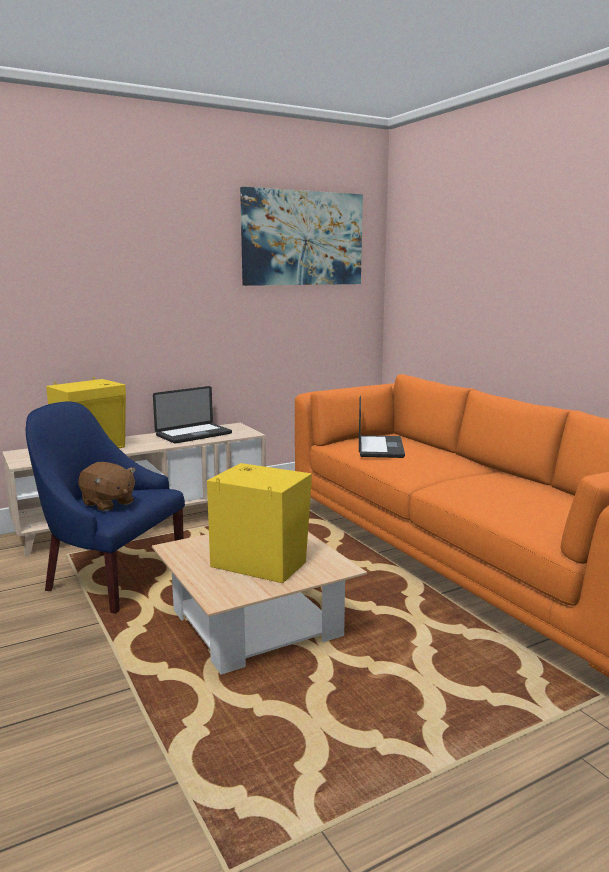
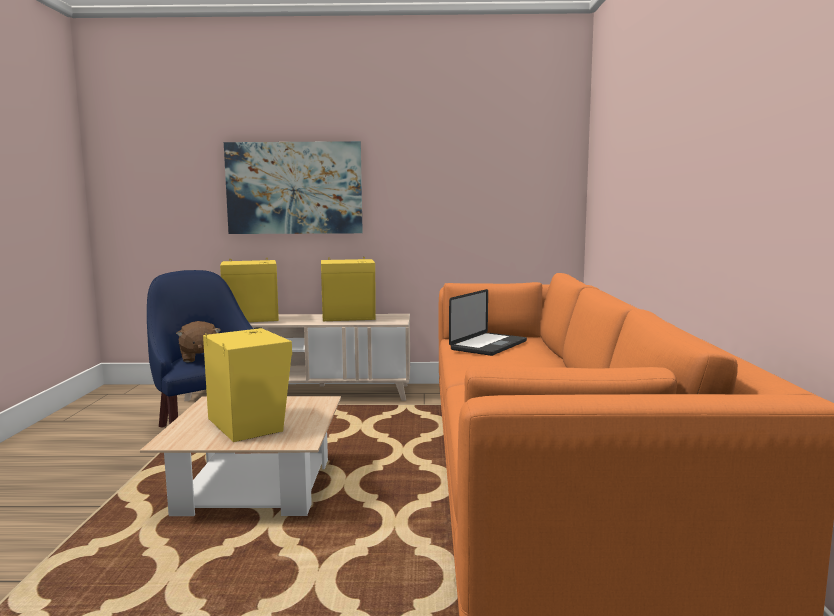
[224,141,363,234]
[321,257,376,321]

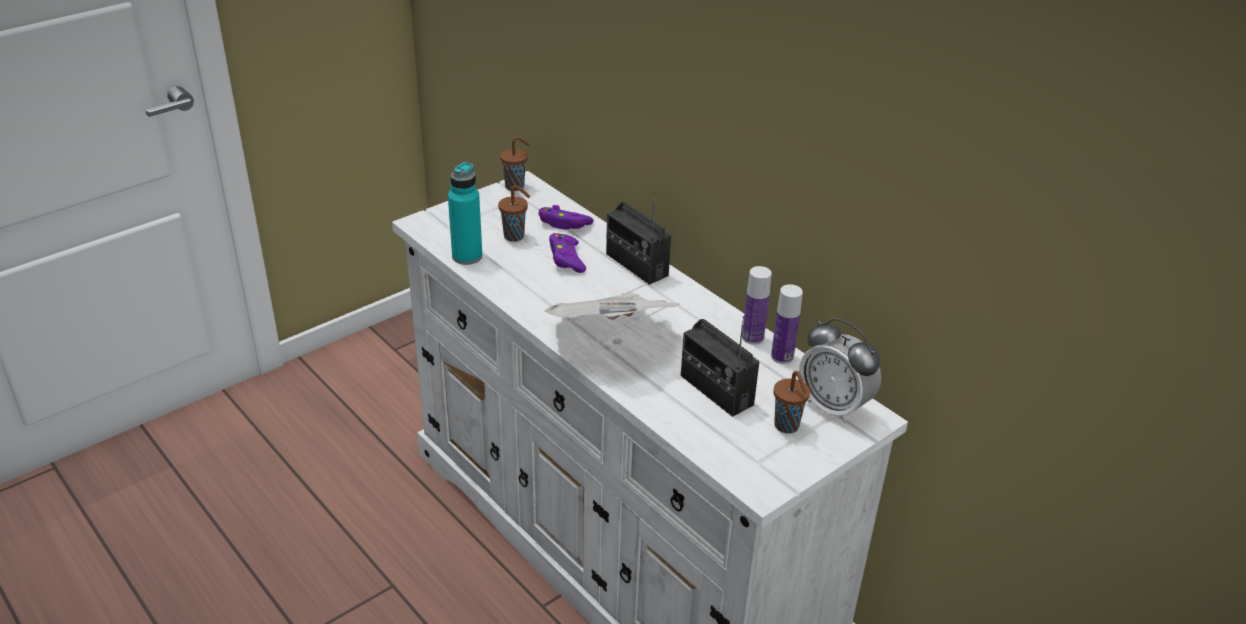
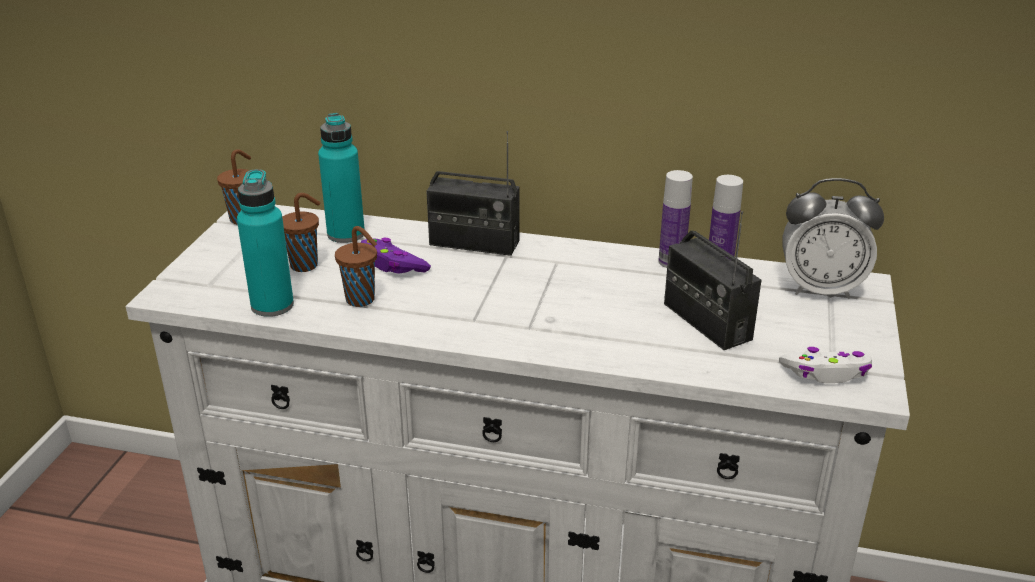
[545,293,679,320] (first image)
[779,347,872,383]
[335,226,377,307]
[318,113,365,243]
[664,211,762,350]

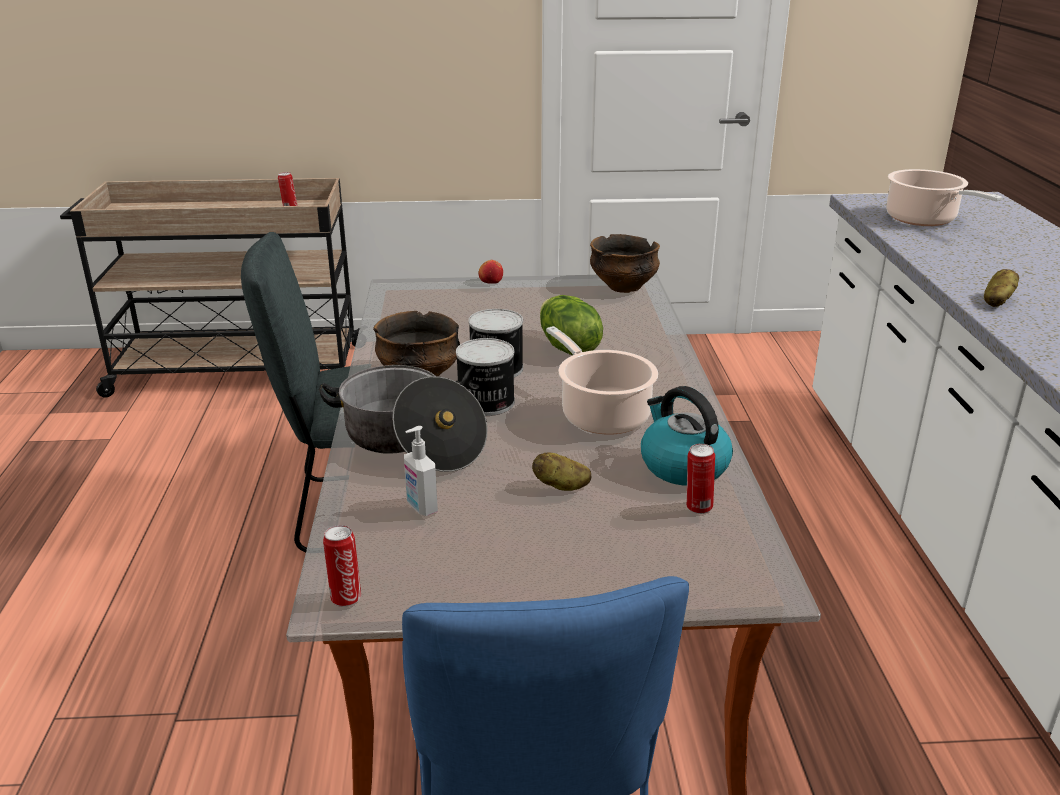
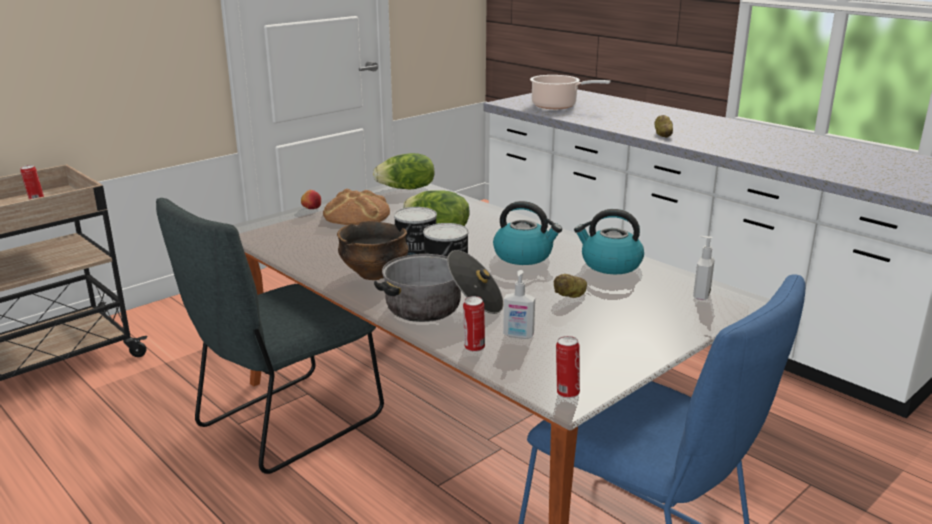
[323,189,390,225]
[693,236,715,300]
[463,296,485,352]
[493,201,562,265]
[373,153,434,190]

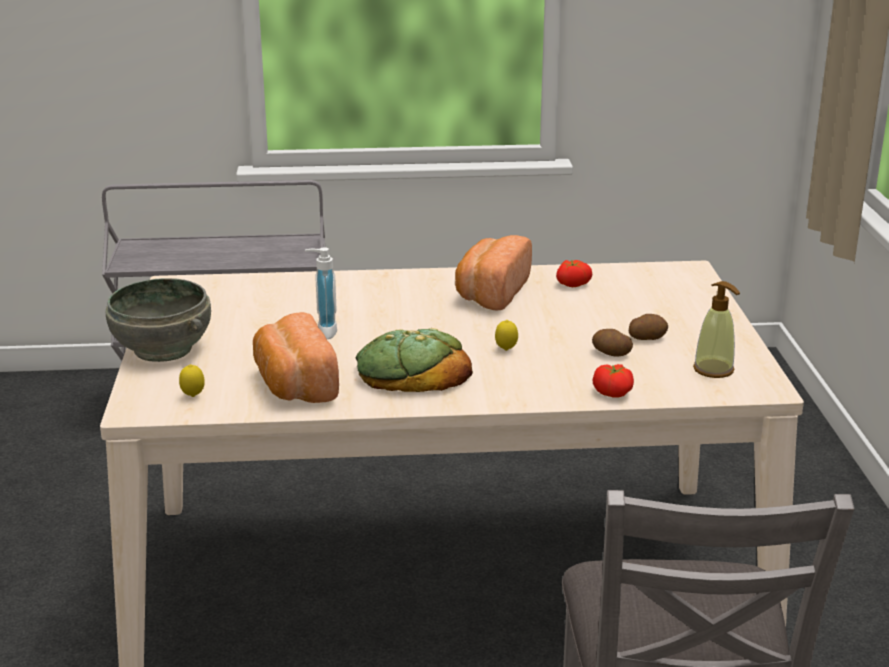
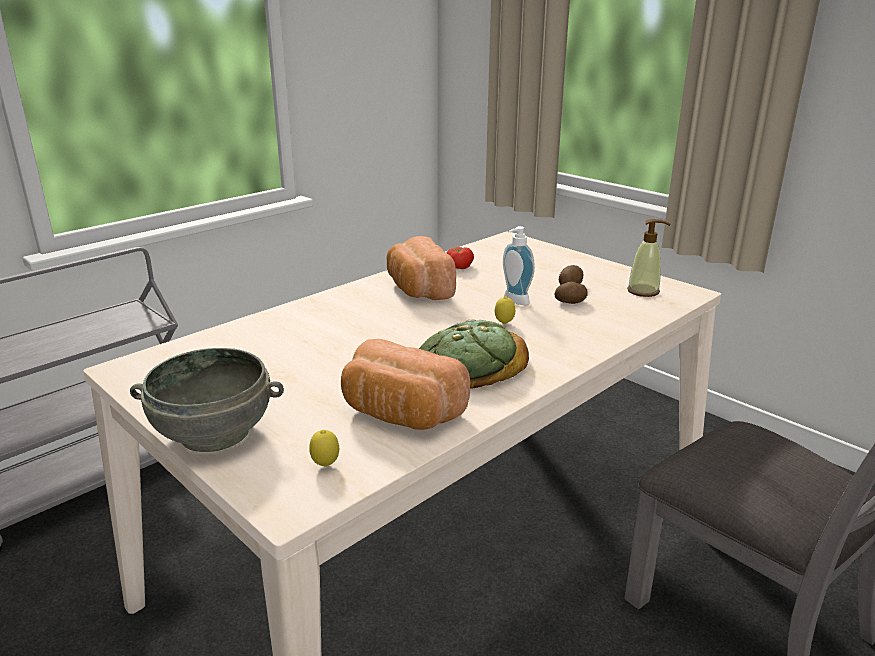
[593,364,634,398] (first image)
[503,226,535,305]

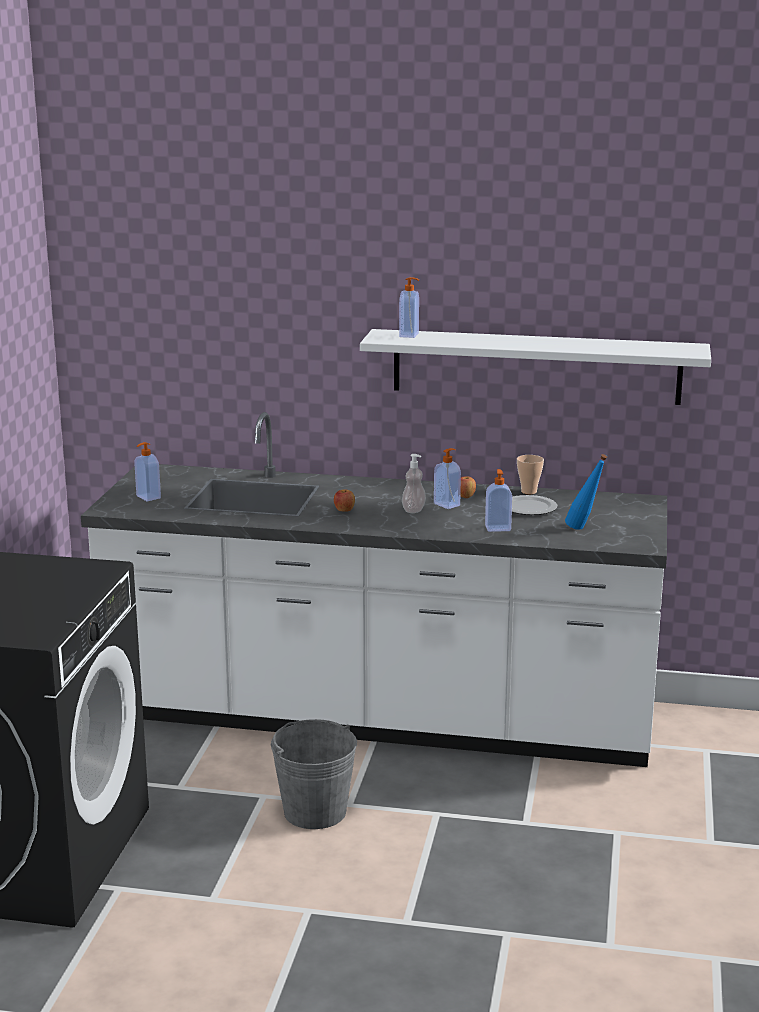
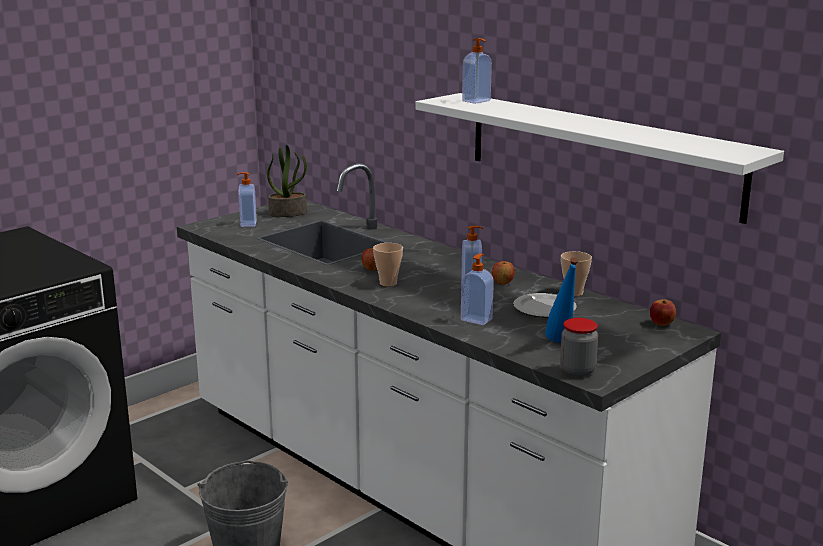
[402,454,426,513] (first image)
[267,145,307,217]
[373,243,403,287]
[560,318,598,377]
[650,299,676,326]

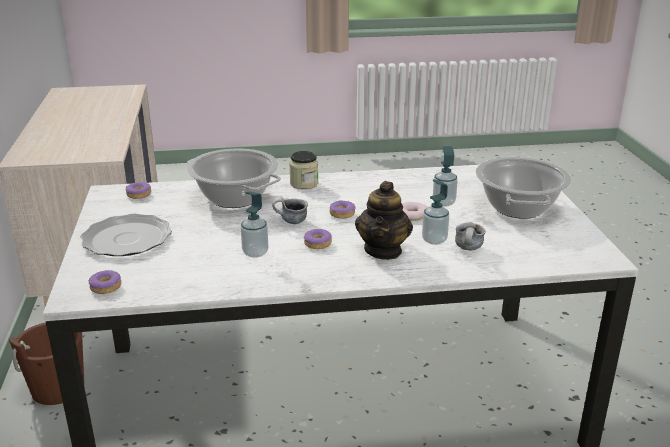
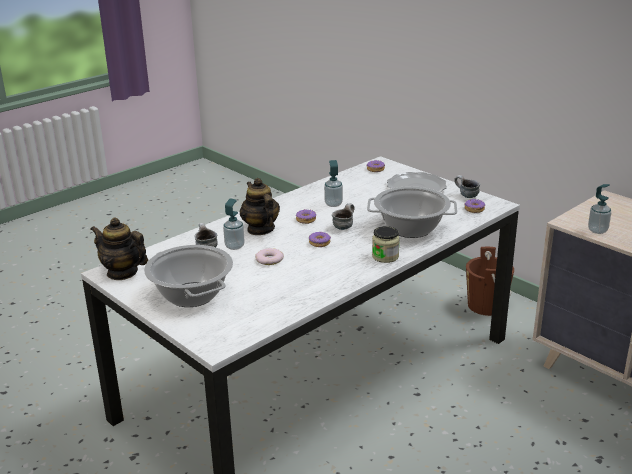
[90,217,148,280]
[454,175,480,198]
[588,184,611,234]

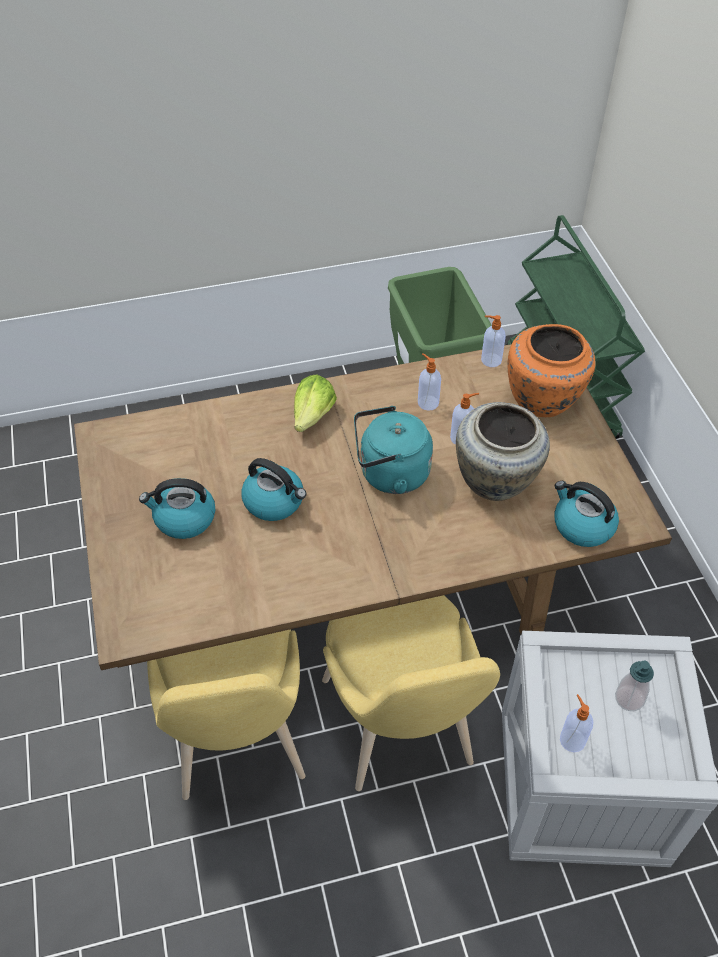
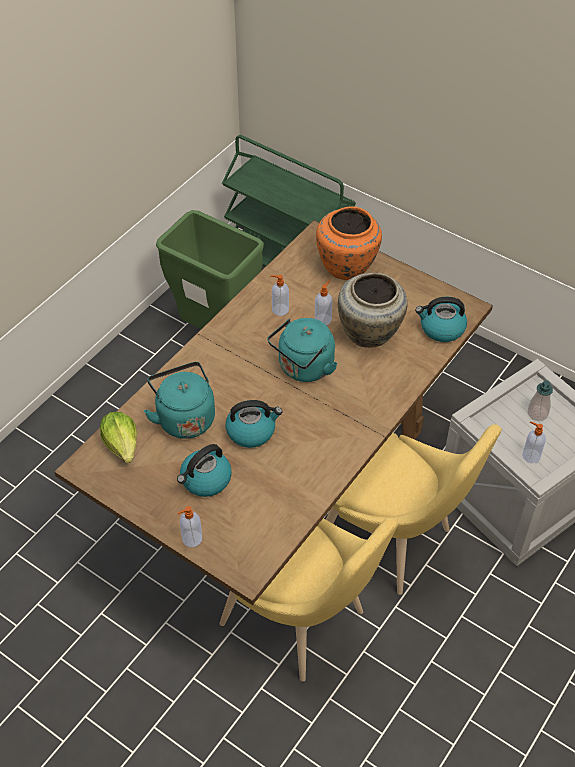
[144,362,215,439]
[100,412,137,463]
[177,506,202,547]

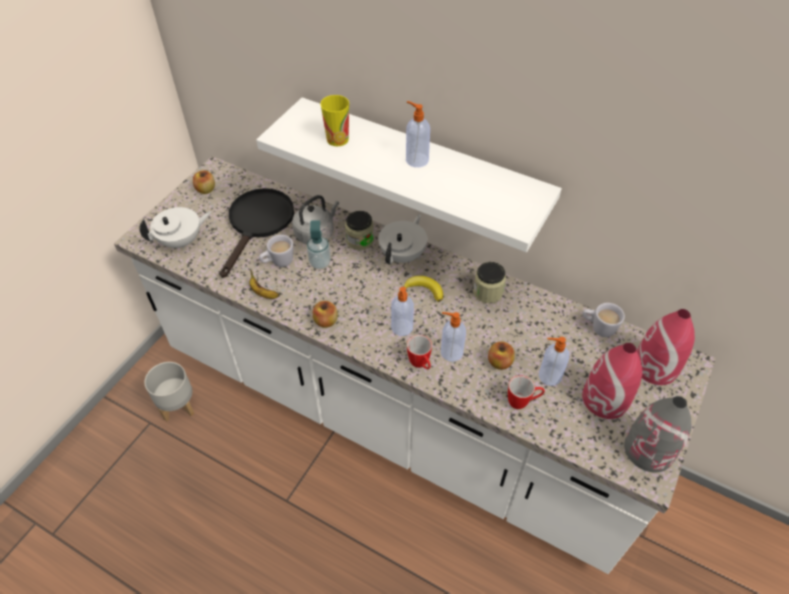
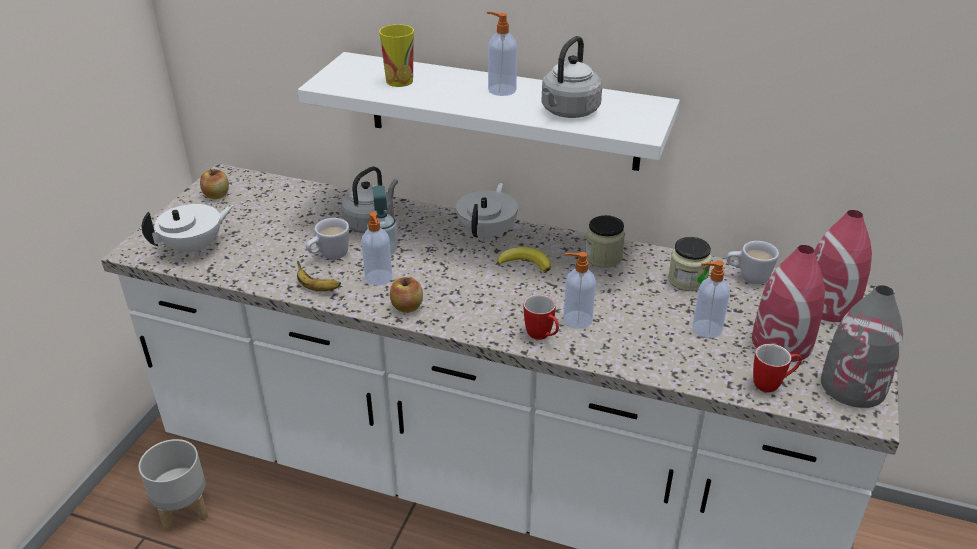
[220,188,294,278] (first image)
[488,341,515,370] (first image)
[541,36,602,118]
[668,237,712,291]
[362,212,392,286]
[753,344,802,392]

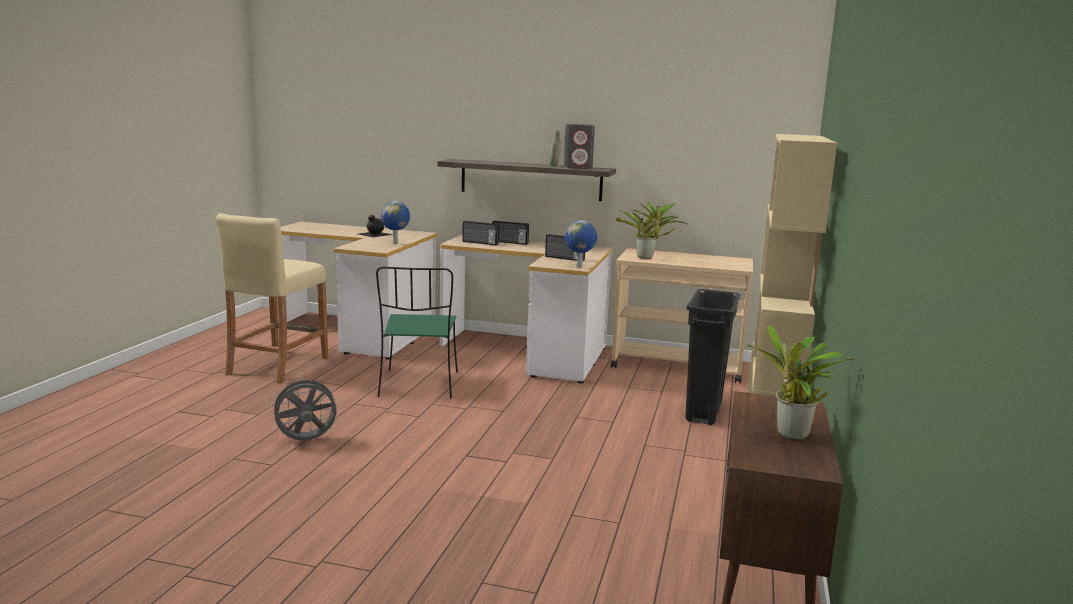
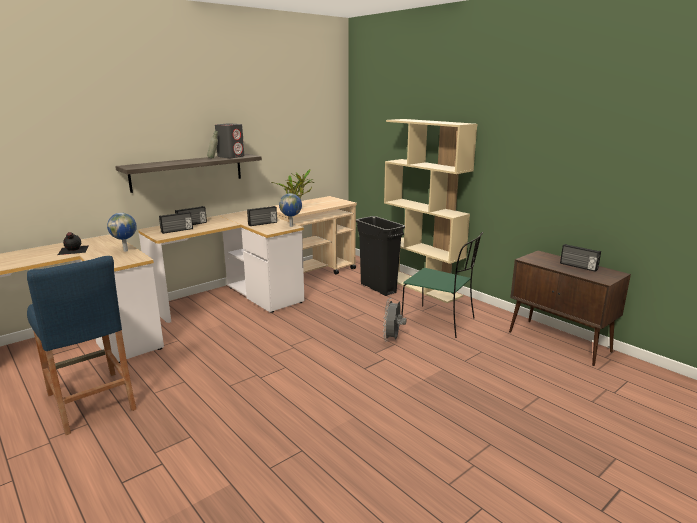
[383,298,407,340]
[401,232,483,338]
[560,244,601,272]
[27,256,136,435]

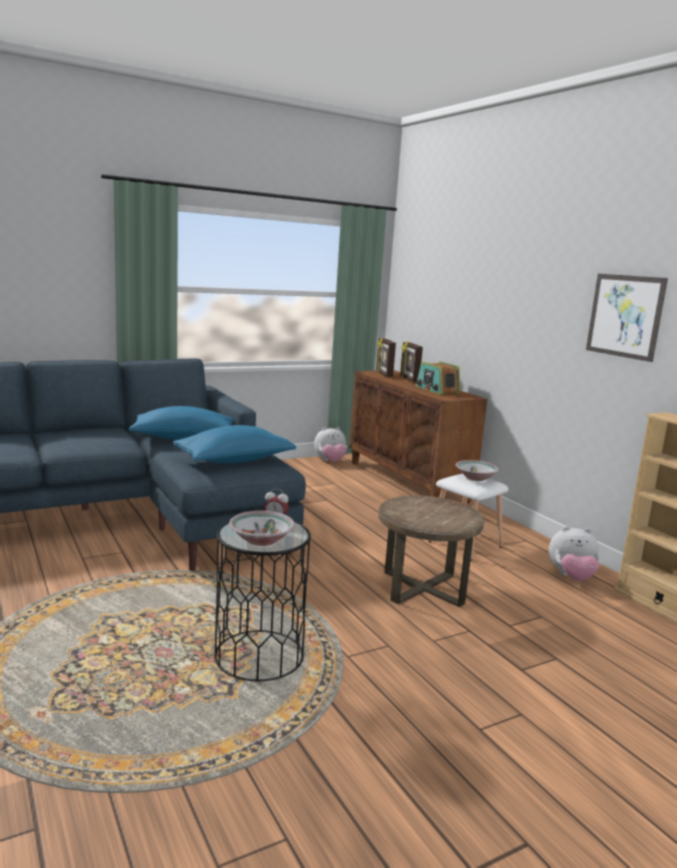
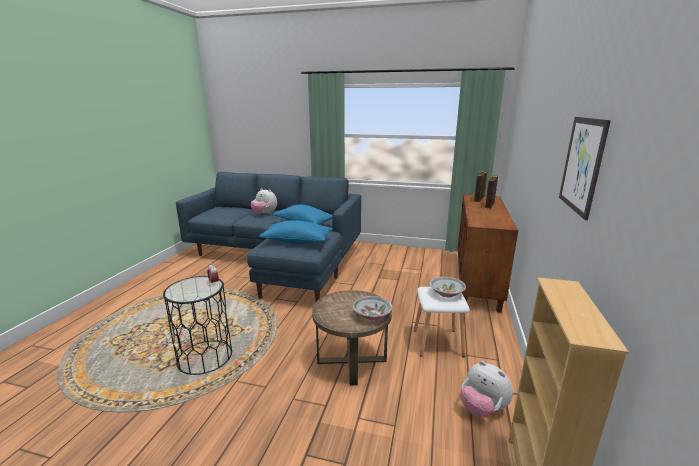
[416,361,460,395] (first image)
[353,296,392,320]
[251,188,277,214]

